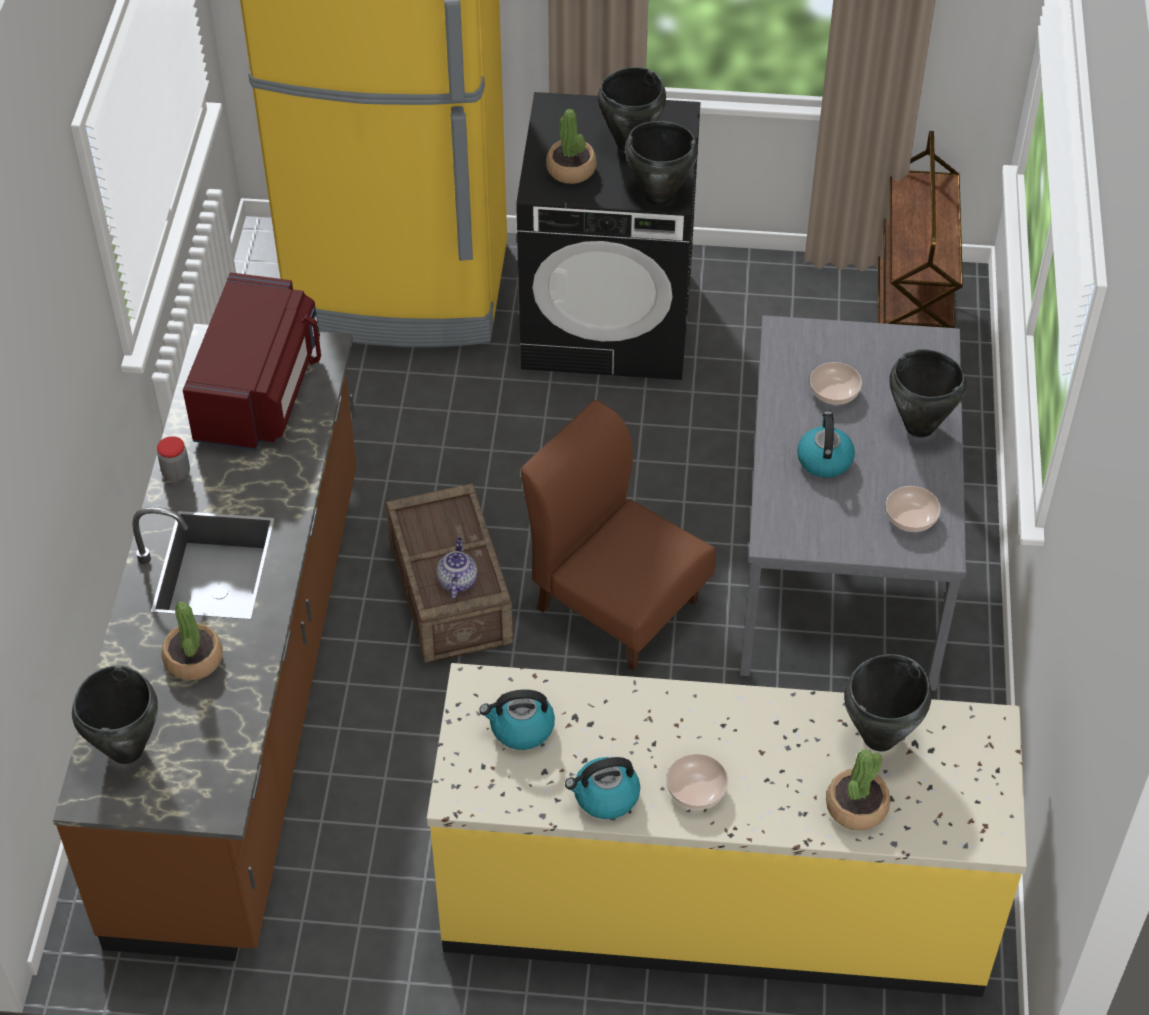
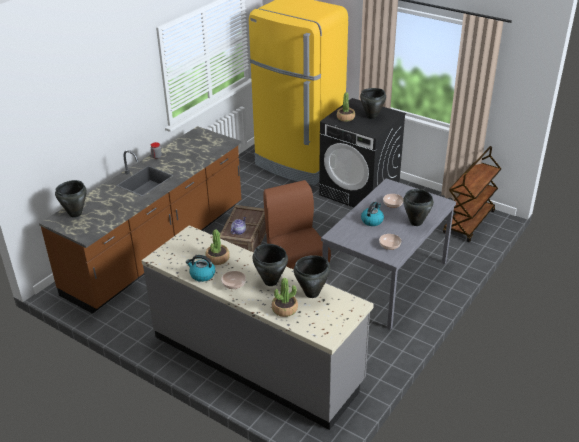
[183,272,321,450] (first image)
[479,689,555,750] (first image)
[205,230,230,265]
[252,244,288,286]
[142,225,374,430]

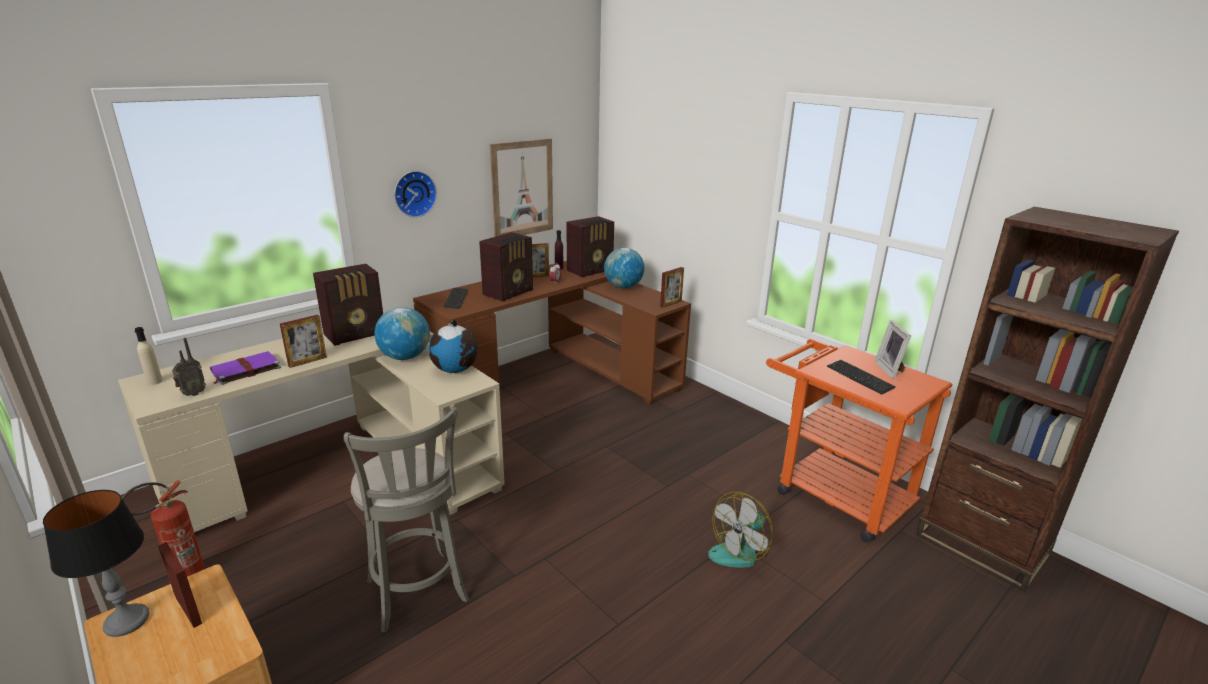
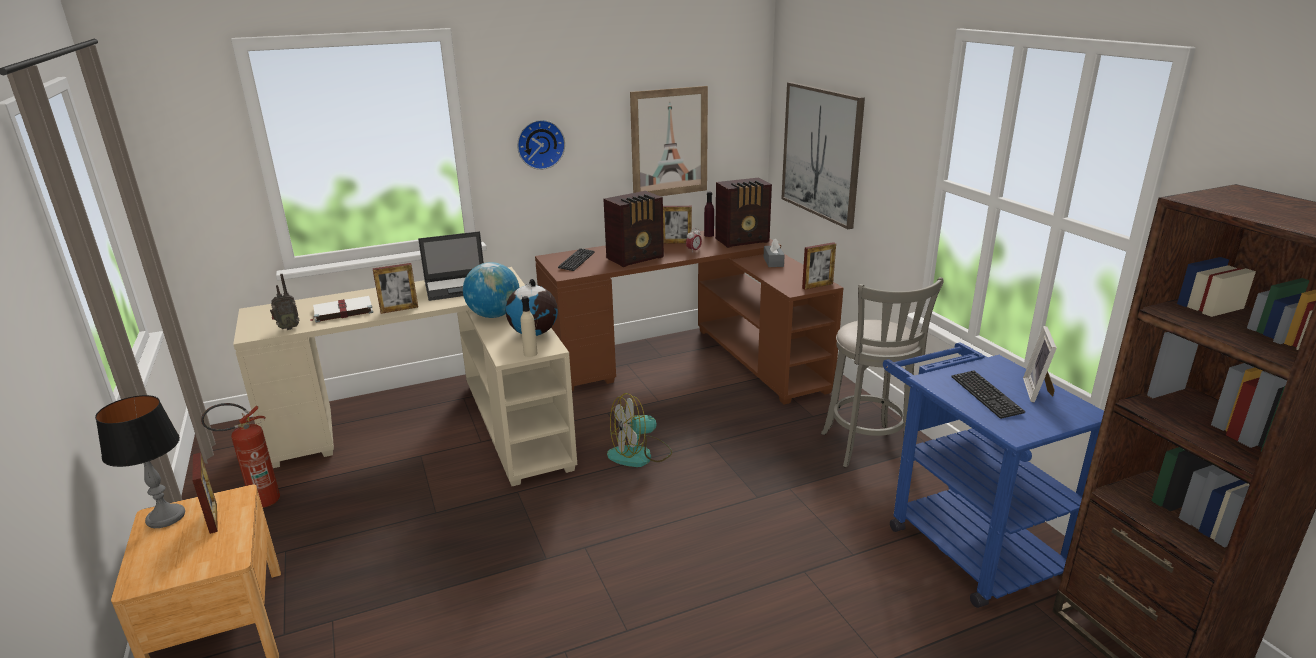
[781,82,865,229]
[521,296,537,357]
[821,277,944,468]
[607,393,672,467]
[418,231,484,301]
[763,239,785,267]
[311,296,373,323]
[883,342,1104,608]

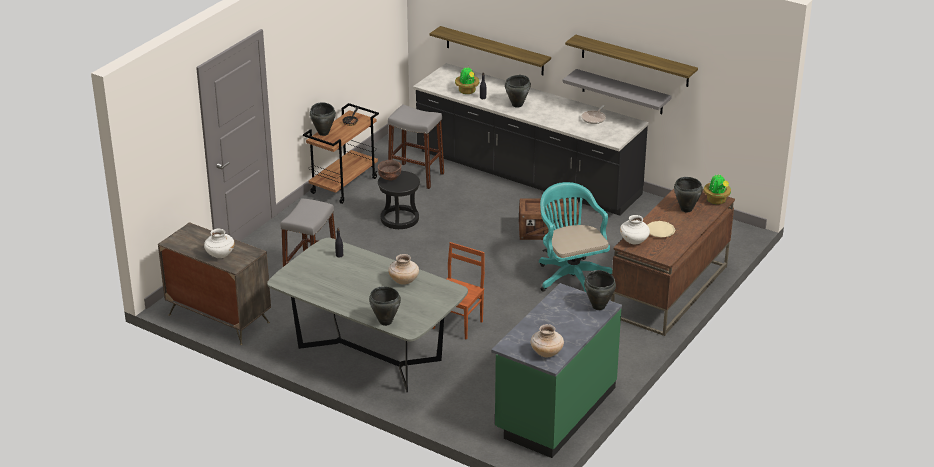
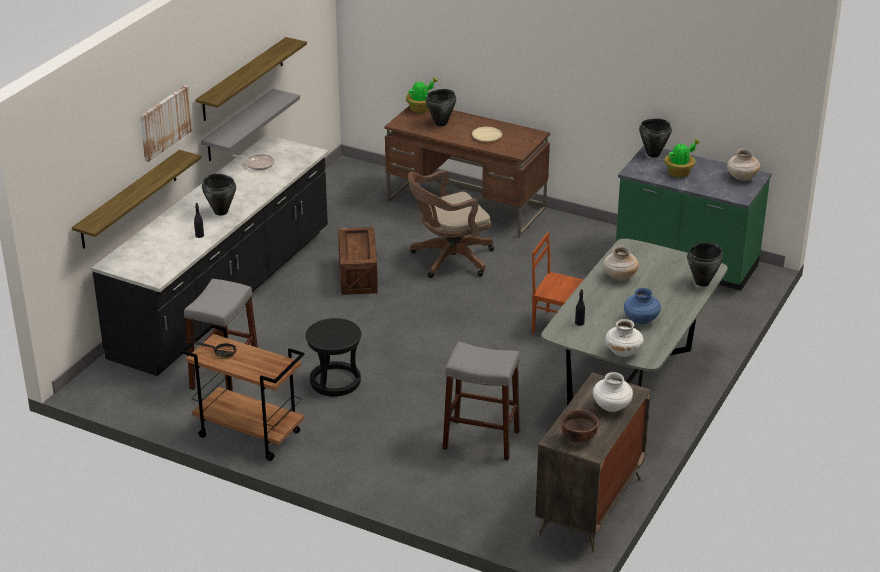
[310,102,336,136] (first image)
[140,85,193,162]
[624,288,661,324]
[561,409,599,443]
[664,139,700,177]
[605,319,644,357]
[408,170,494,278]

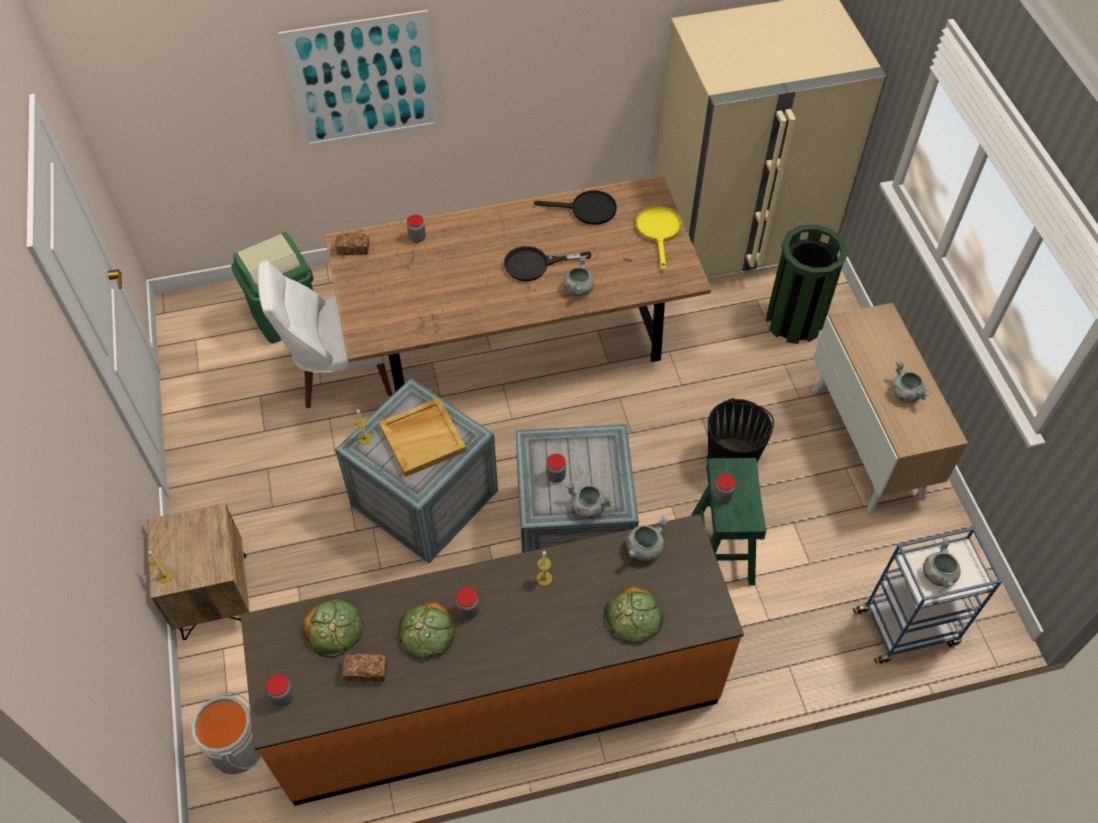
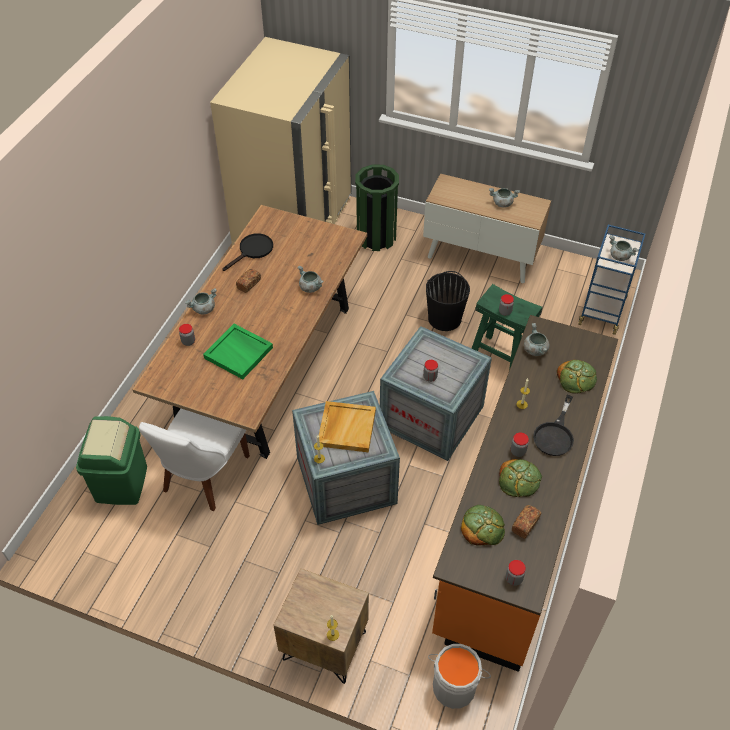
[278,10,440,148] (first image)
[636,206,681,271] (first image)
[203,324,273,379]
[236,269,261,293]
[533,395,574,456]
[185,288,217,314]

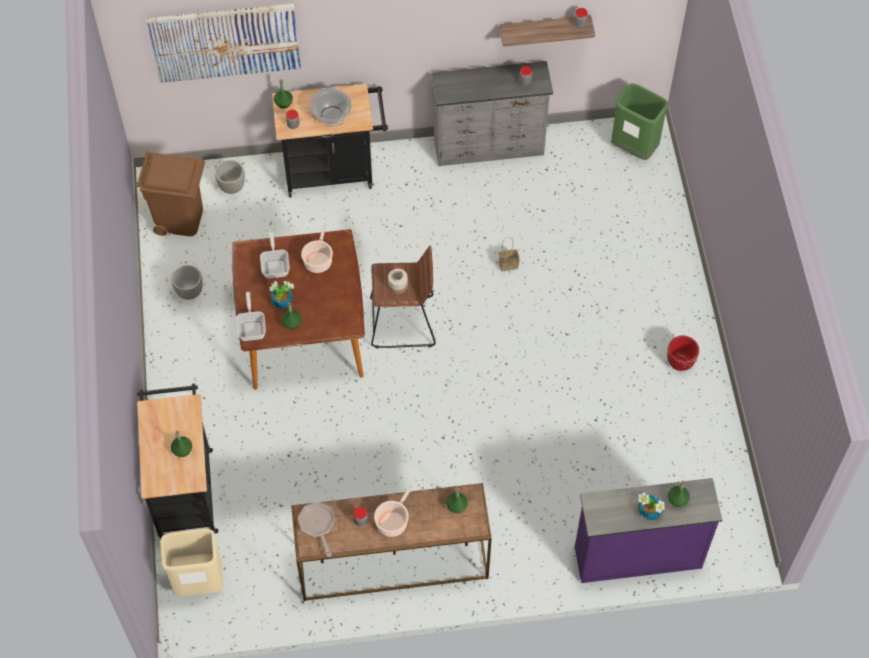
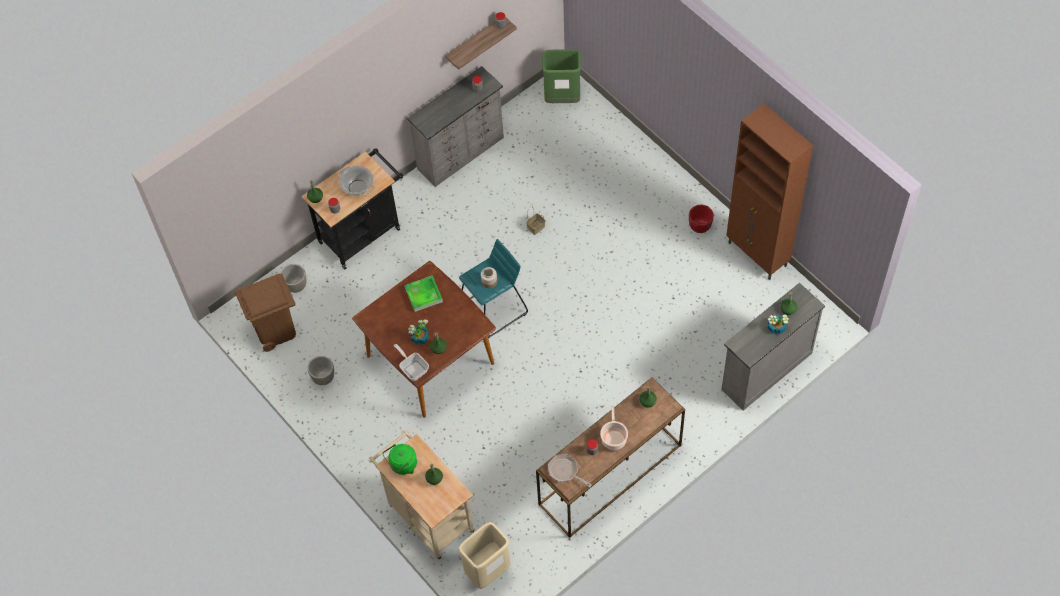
[146,3,301,83] (first image)
[260,231,290,279] (first image)
[382,444,417,475]
[726,104,813,280]
[405,276,443,312]
[369,430,475,560]
[459,239,528,338]
[721,283,825,411]

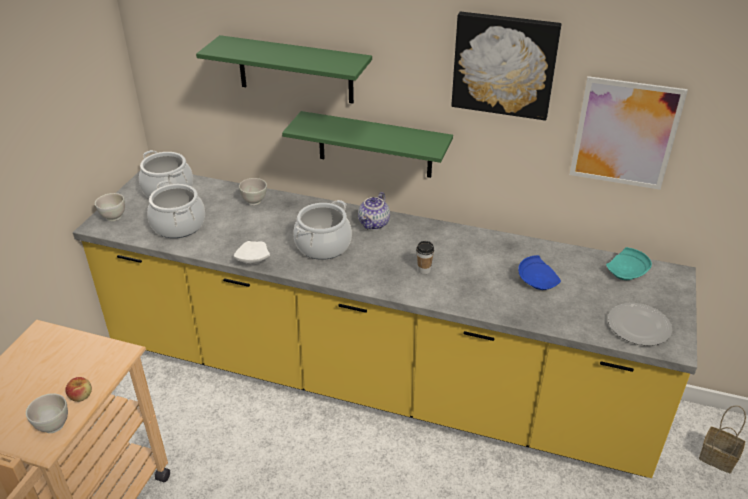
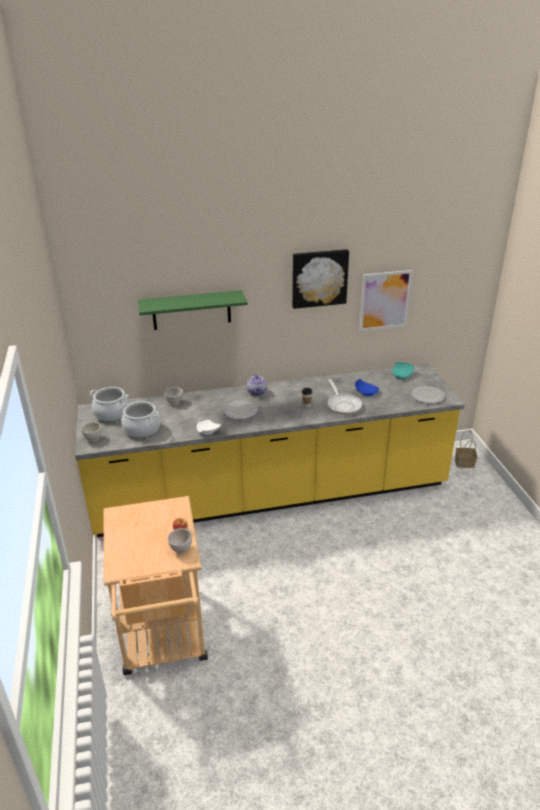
[282,111,453,178] (first image)
[327,379,362,415]
[223,401,258,420]

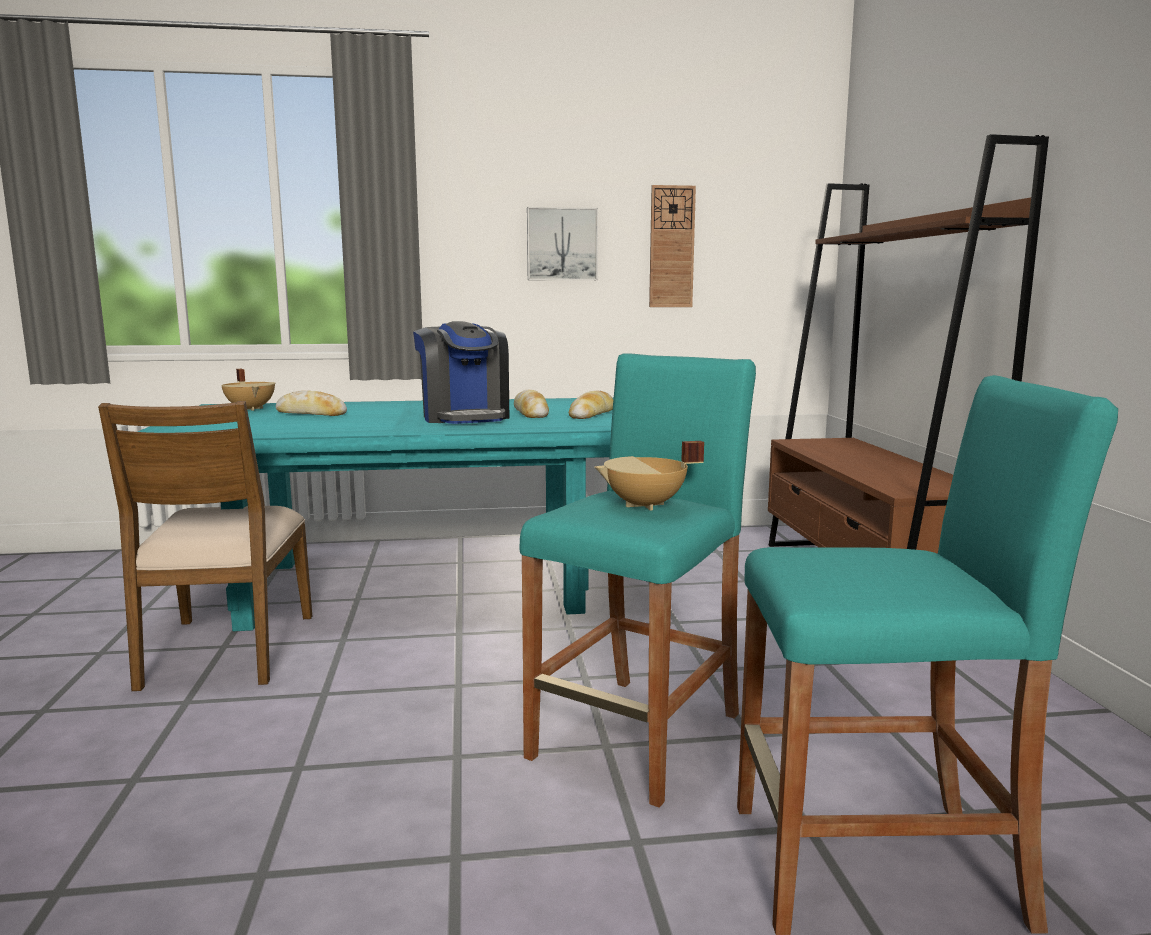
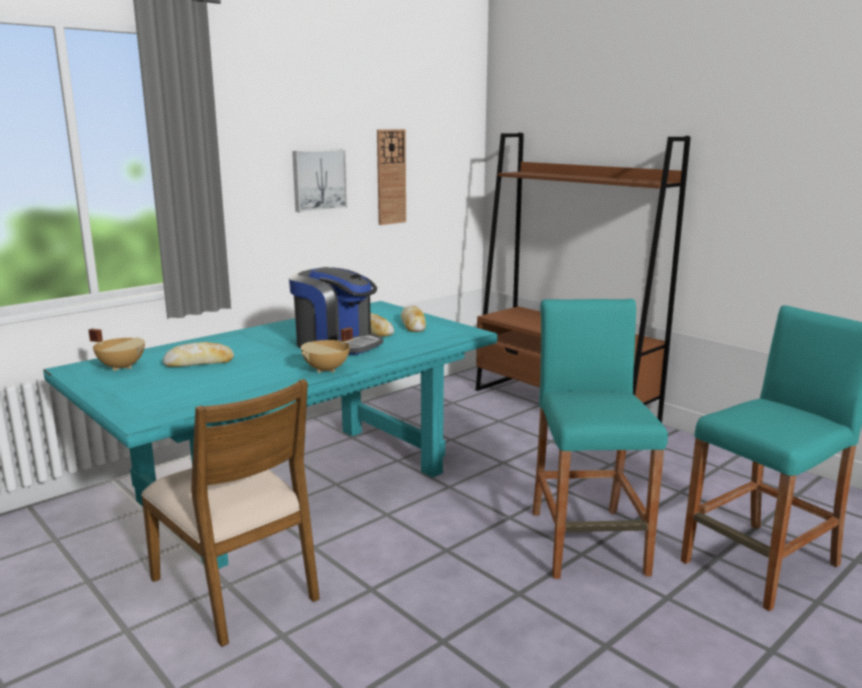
[301,327,353,373]

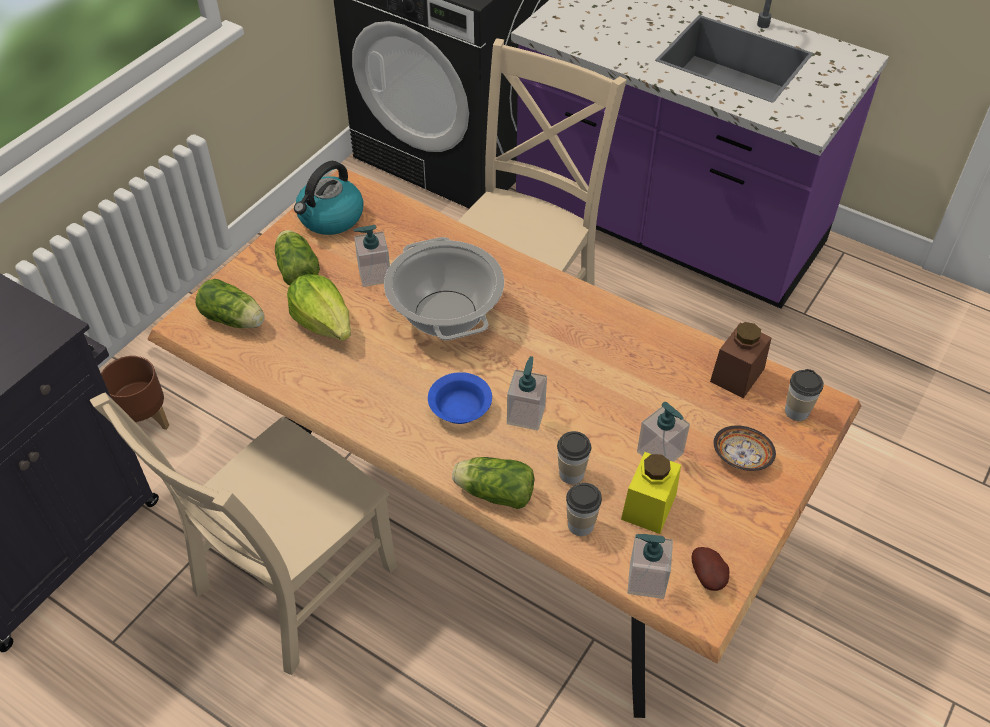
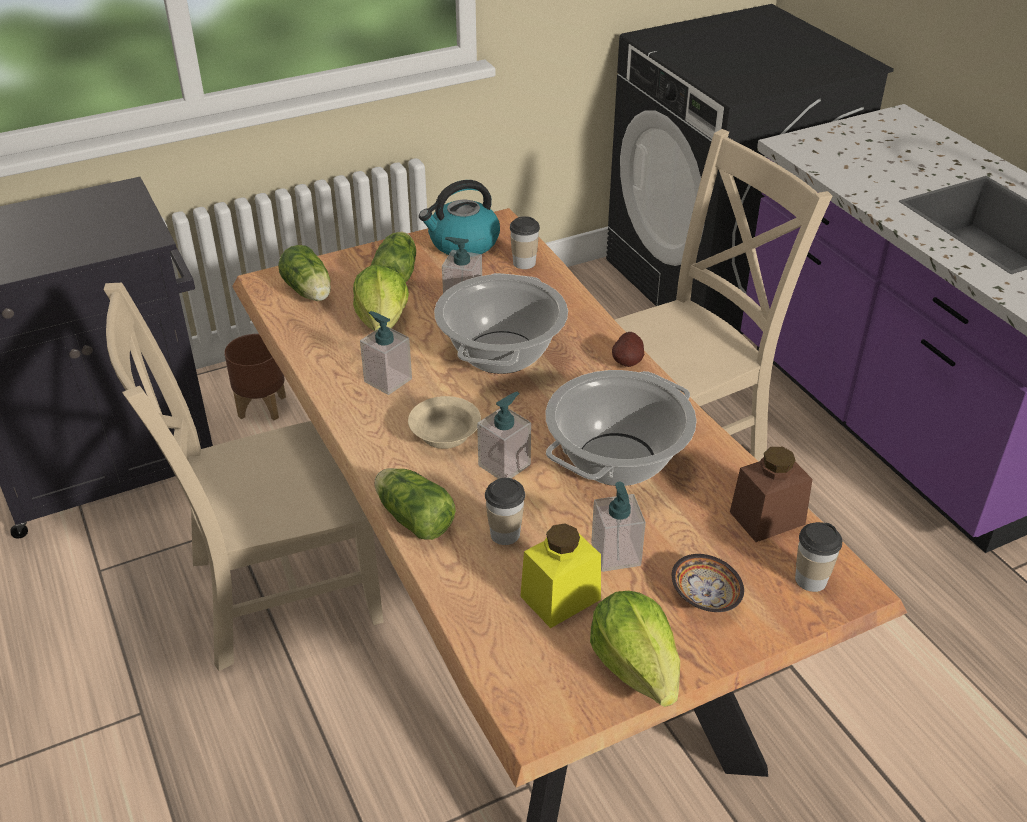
[546,370,697,486]
[590,591,680,707]
[510,216,540,269]
[360,311,412,395]
[612,332,644,367]
[408,396,481,449]

